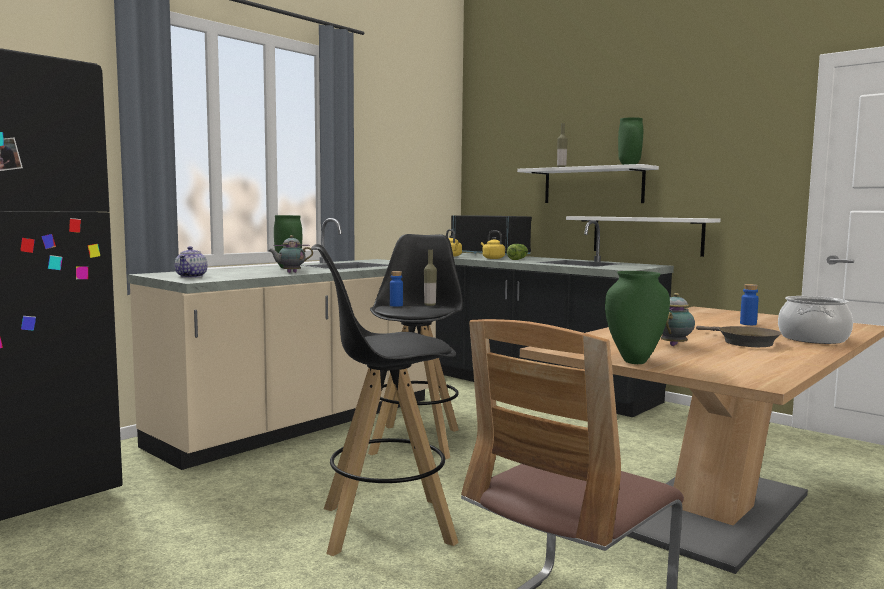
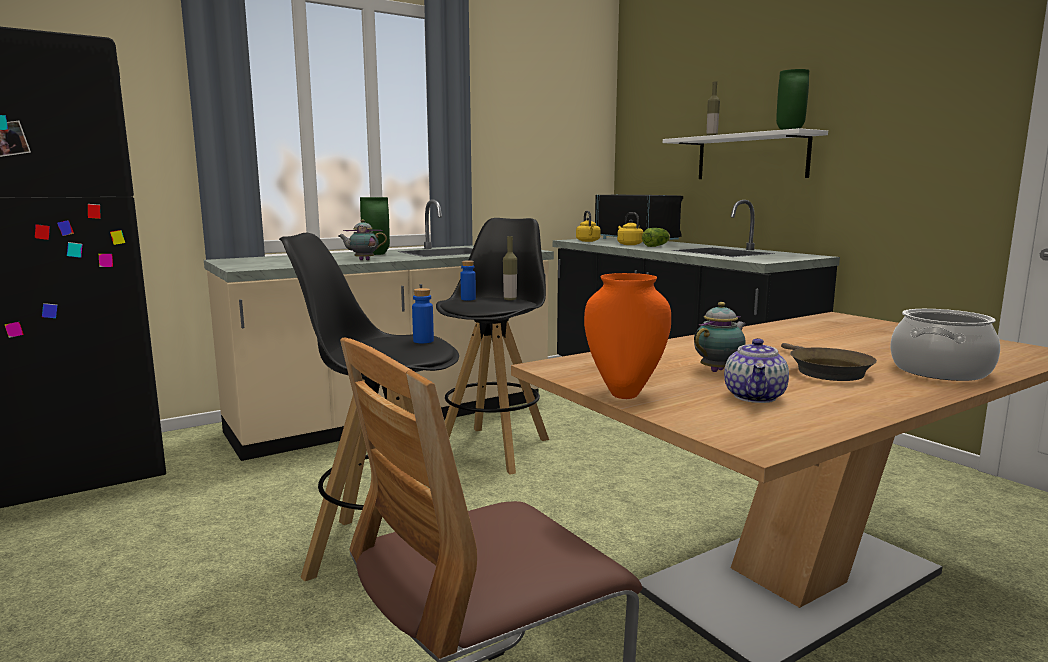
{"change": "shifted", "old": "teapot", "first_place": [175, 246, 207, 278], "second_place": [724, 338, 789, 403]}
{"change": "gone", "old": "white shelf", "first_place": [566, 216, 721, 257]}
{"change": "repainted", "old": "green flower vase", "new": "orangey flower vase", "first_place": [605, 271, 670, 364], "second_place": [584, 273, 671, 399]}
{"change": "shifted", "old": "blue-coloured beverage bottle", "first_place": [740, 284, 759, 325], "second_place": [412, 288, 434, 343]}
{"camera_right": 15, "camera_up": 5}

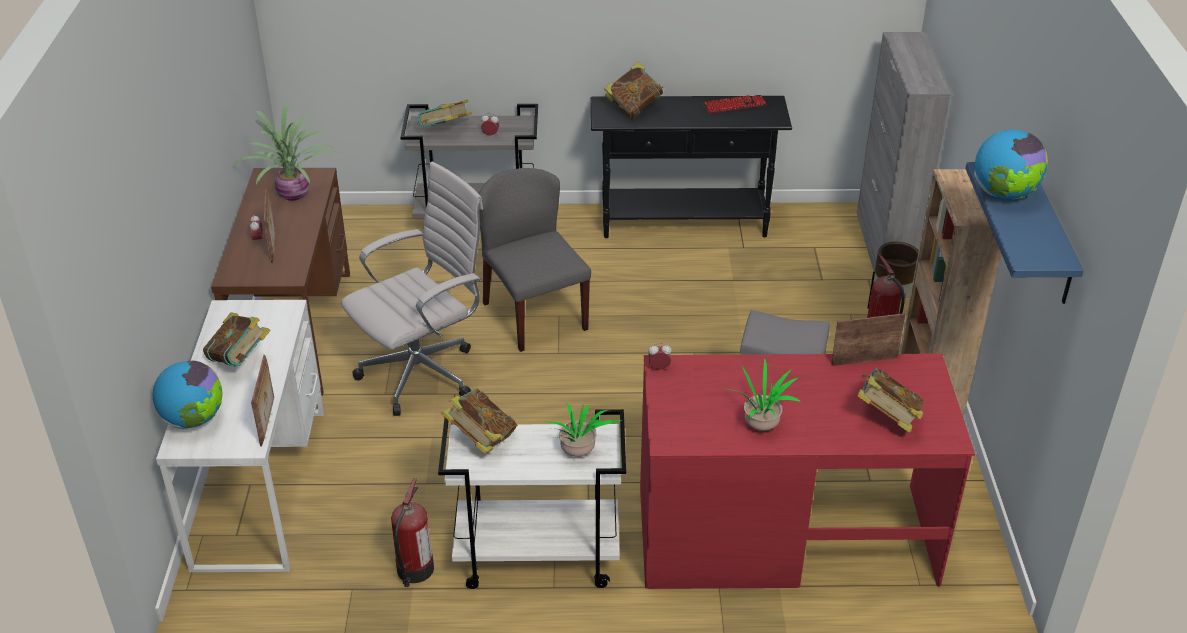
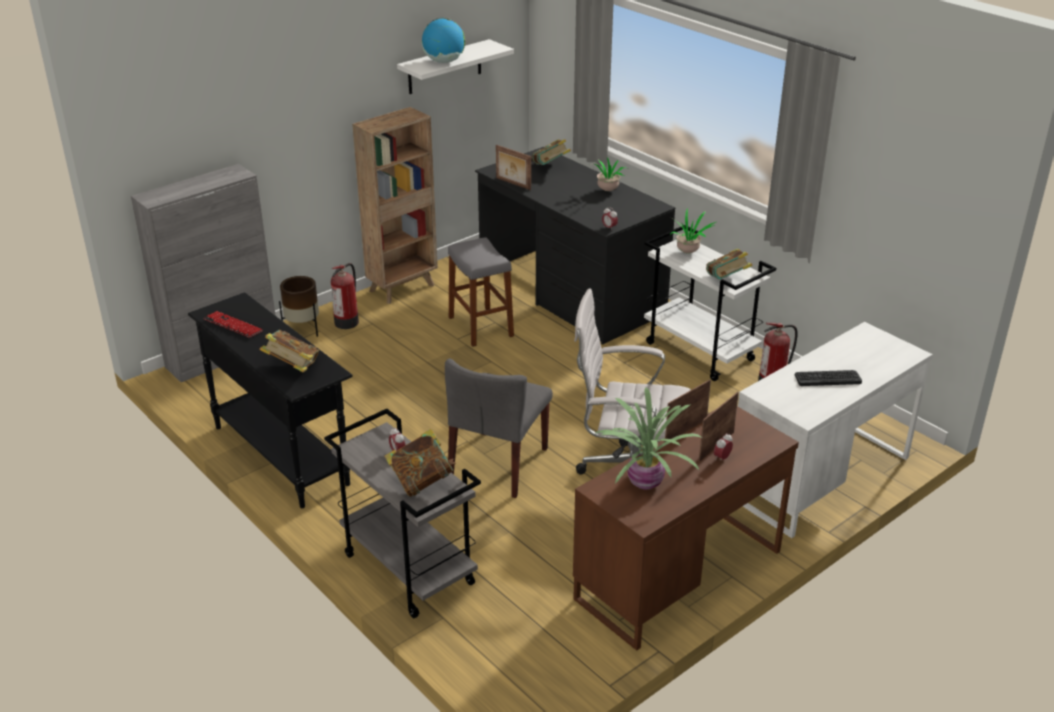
{"change": "gone", "old": "globe", "first_place": [153, 360, 223, 429]}
{"change": "swapped", "old": "volume", "new": "PC keyboard", "first_place": [203, 312, 271, 367], "second_place": [795, 370, 862, 386]}
{"change": "shifted", "old": "standing frame", "first_place": [251, 355, 274, 446], "second_place": [665, 380, 711, 442]}
{"change": "repainted", "old": "red desk table", "new": "blackish desk table", "first_place": [640, 353, 975, 589], "second_place": [475, 147, 675, 345]}
{"change": "repainted", "old": "blue-coloured shelf", "new": "white shelf", "first_place": [965, 162, 1084, 304], "second_place": [397, 39, 514, 94]}
{"camera_right": -130, "camera_up": -5}

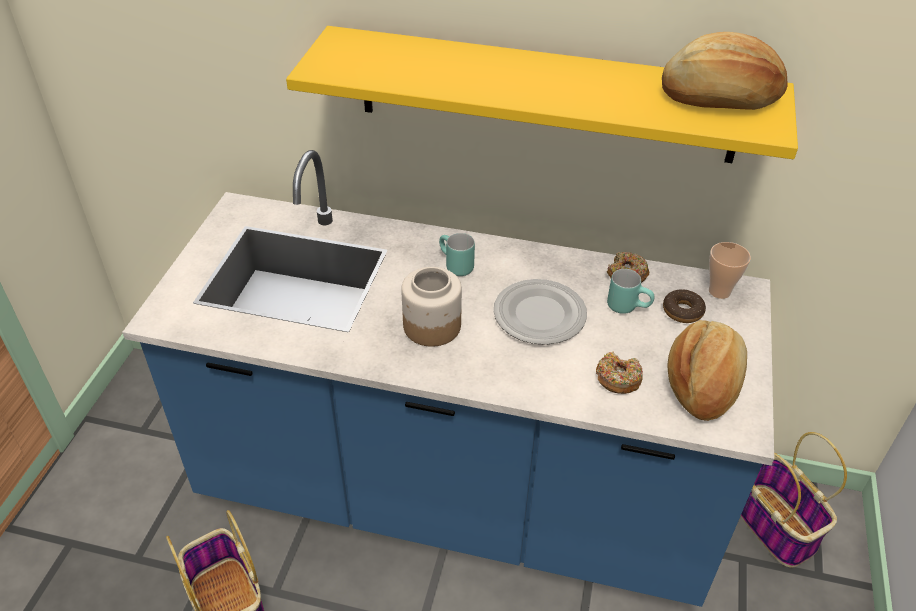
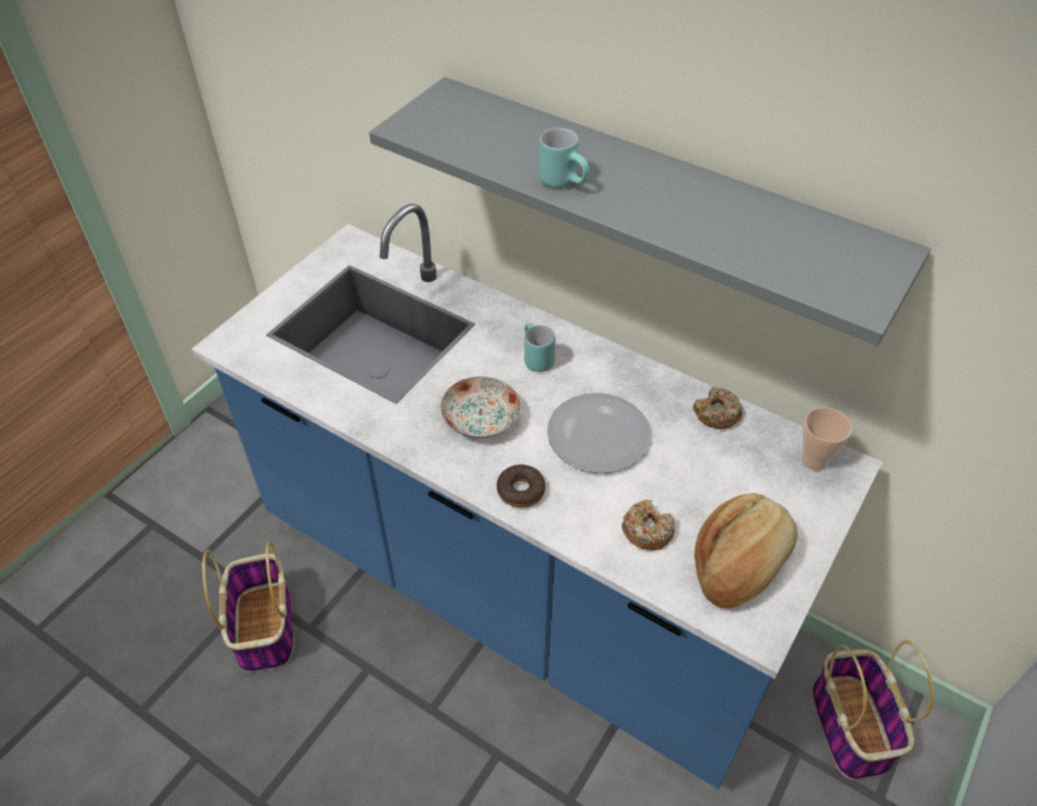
{"change": "repainted", "old": "yellow shelf", "new": "gray shelf", "first_place": [286, 26, 798, 163], "second_place": [369, 77, 931, 345]}
{"change": "swapped", "old": "preserve jar", "new": "flat dish", "first_place": [401, 267, 462, 347], "second_place": [440, 376, 521, 438]}
{"change": "shifted", "old": "turquoise-coloured tea mug", "first_place": [607, 269, 655, 314], "second_place": [539, 128, 589, 188]}
{"change": "gone", "old": "bread", "first_place": [662, 32, 788, 110]}
{"change": "shifted", "old": "ring doughnut", "first_place": [663, 289, 706, 323], "second_place": [497, 465, 545, 508]}
{"camera_right": 20, "camera_up": 5}

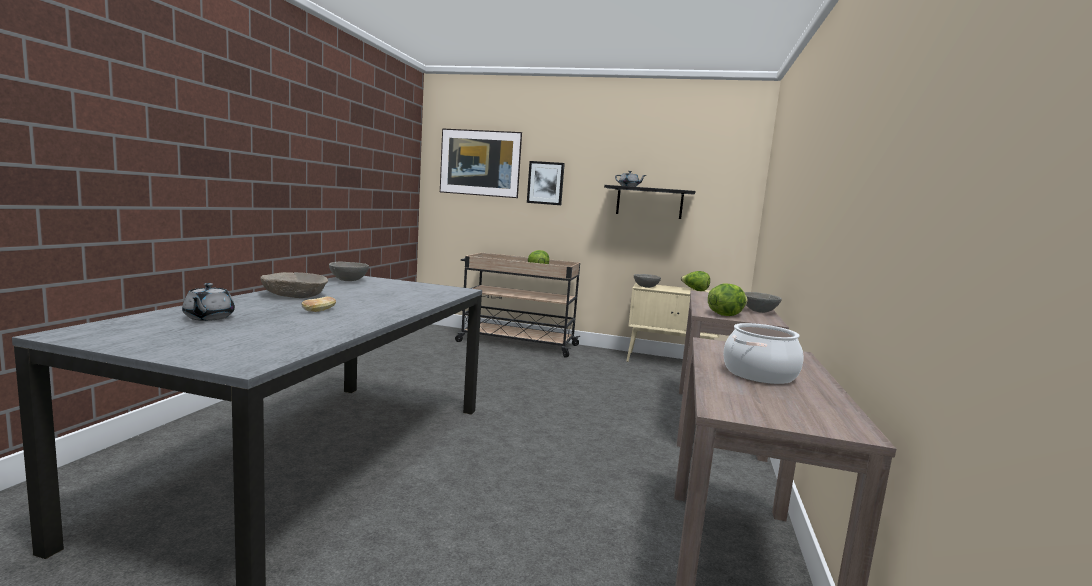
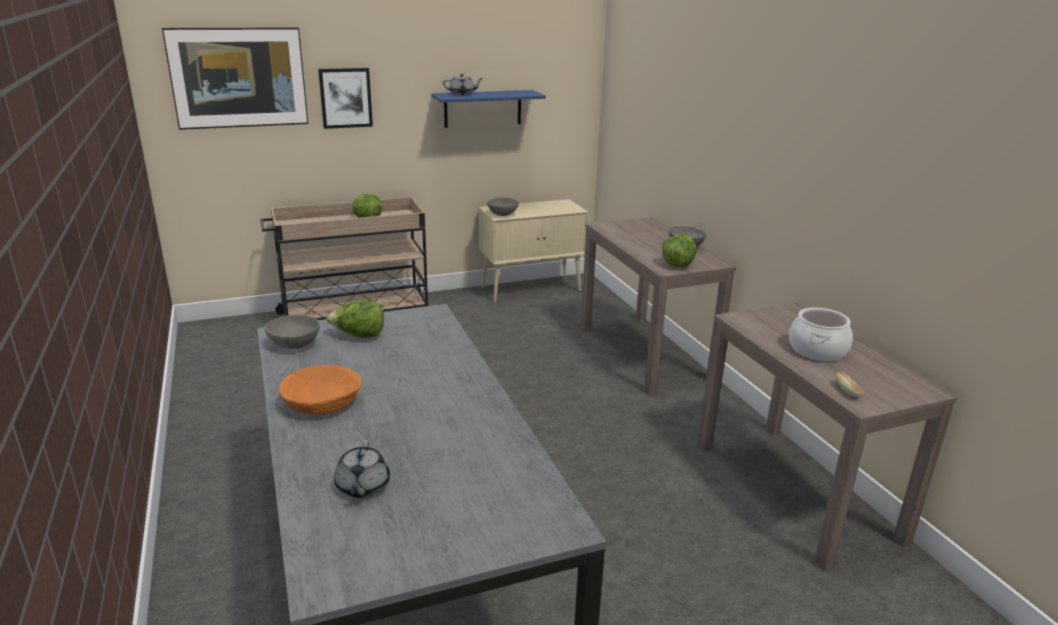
{"change": "rotated", "old": "gray teapot", "first_place": [182, 283, 235, 321], "second_place": [334, 440, 390, 498], "degrees": 45}
{"change": "repainted", "old": "sand-coloured deep dish", "new": "orangey deep dish", "first_place": [260, 272, 328, 298], "second_place": [279, 365, 362, 415]}
{"change": "shifted", "old": "bread", "first_place": [301, 297, 336, 312], "second_place": [835, 372, 863, 397]}
{"change": "repainted", "old": "blackish shelf", "new": "blue-coloured shelf", "first_place": [604, 185, 695, 219], "second_place": [431, 90, 546, 128]}
{"change": "shifted", "old": "head of lettuce", "first_place": [681, 271, 710, 291], "second_place": [326, 300, 384, 338]}
{"camera_right": -35, "camera_up": 15}

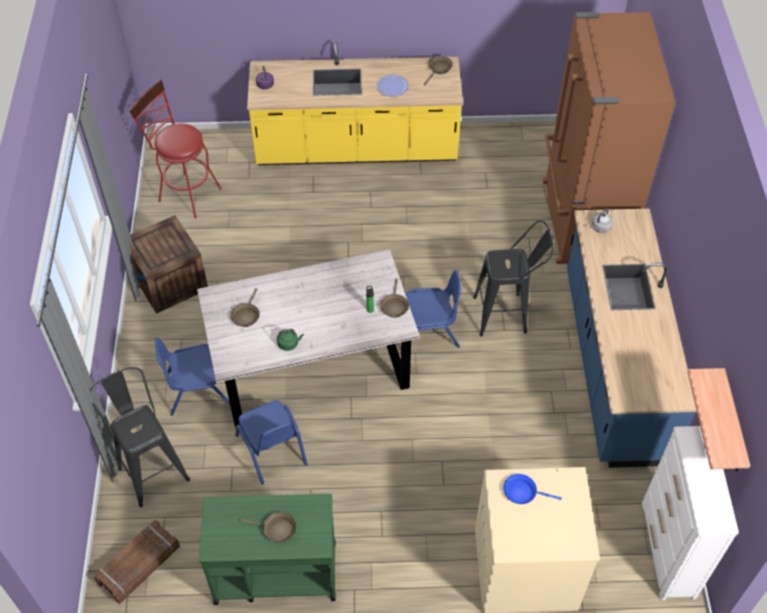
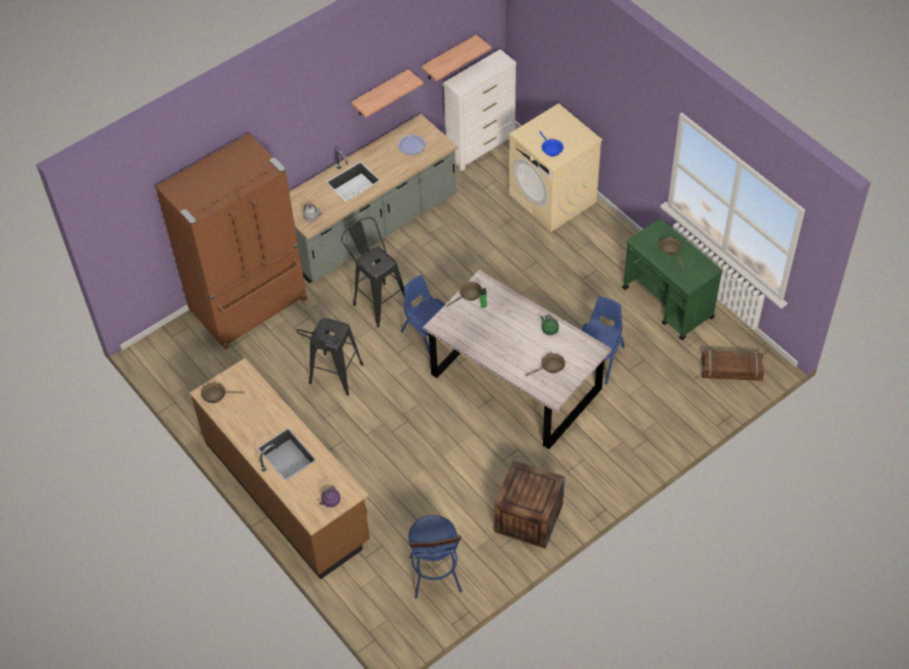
{"change": "shifted", "old": "blackish stool seat", "first_place": [89, 367, 190, 507], "second_place": [296, 317, 364, 395]}
{"change": "repainted", "old": "red stool seat", "new": "blue-coloured stool seat", "first_place": [129, 79, 222, 218], "second_place": [409, 515, 462, 598]}
{"change": "gone", "old": "blue-coloured chair", "first_place": [155, 337, 230, 416]}
{"change": "repainted", "old": "yellow counter", "new": "brownish counter", "first_place": [247, 42, 463, 165], "second_place": [190, 358, 370, 579]}
{"change": "shifted", "old": "flat dish", "first_place": [377, 75, 409, 97], "second_place": [398, 134, 426, 155]}
{"change": "repainted", "old": "blue-coloured counter", "new": "gray counter", "first_place": [567, 209, 697, 468], "second_place": [289, 114, 458, 283]}
{"change": "new", "new": "shelf", "second_place": [351, 69, 423, 118]}
{"camera_right": -125, "camera_up": 0}

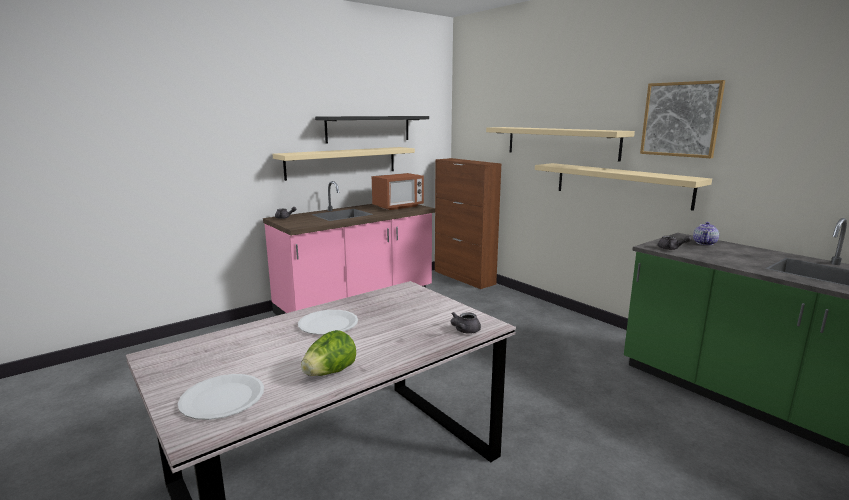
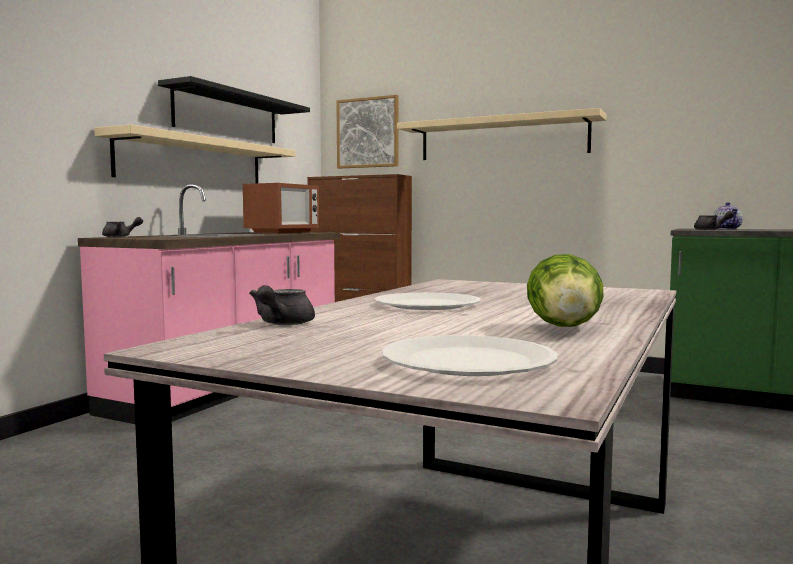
{"change": "shifted", "old": "gray teapot", "first_place": [451, 312, 481, 334], "second_place": [249, 285, 315, 325]}
{"change": "gone", "old": "sand-coloured shelf", "first_place": [535, 163, 712, 211]}
{"change": "shifted", "old": "wall picture", "first_place": [640, 80, 725, 158], "second_place": [336, 95, 398, 169]}
{"camera_right": -25, "camera_up": -10}

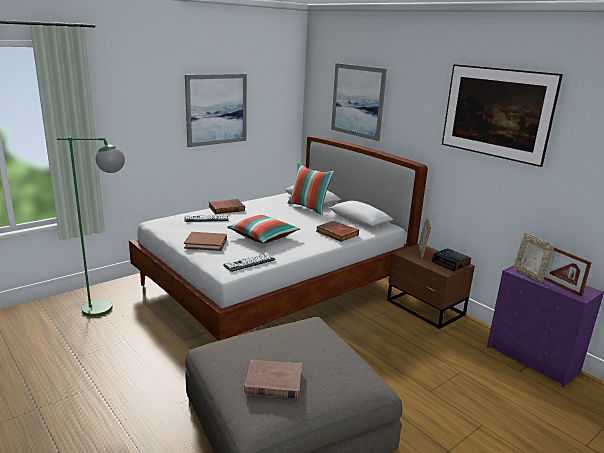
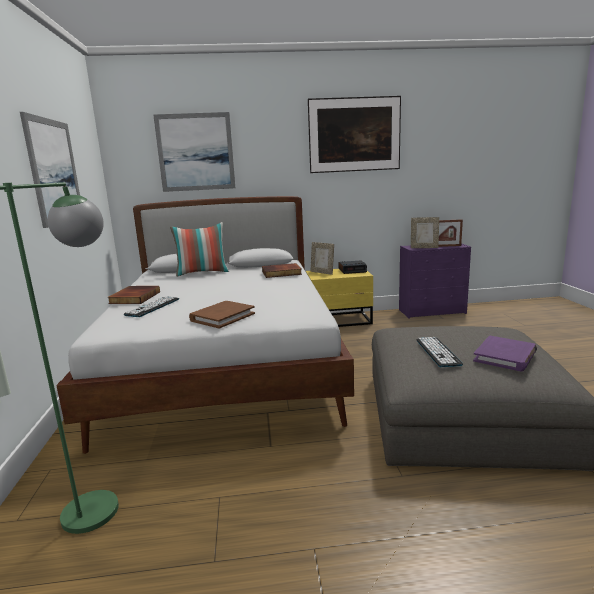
{"change": "shifted", "old": "PC keyboard", "first_place": [223, 253, 275, 272], "second_place": [416, 337, 463, 367]}
{"change": "gone", "old": "cushion", "first_place": [227, 215, 300, 243]}
{"change": "repainted", "old": "brownish volume", "new": "purple volume", "first_place": [244, 360, 302, 398], "second_place": [473, 336, 537, 371]}
{"change": "repainted", "old": "brownish bedside table", "new": "yellow bedside table", "first_place": [387, 244, 475, 329], "second_place": [306, 269, 373, 327]}
{"camera_right": -55, "camera_up": -5}

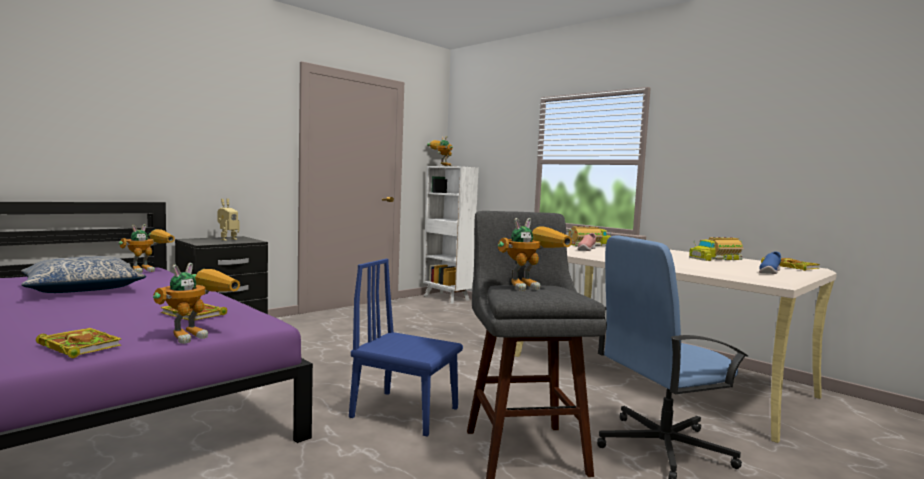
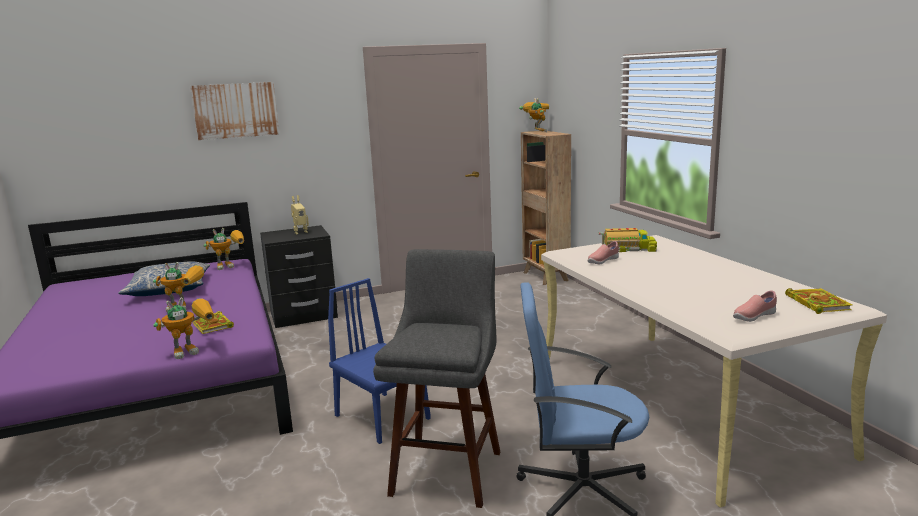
{"change": "gone", "old": "volume", "first_place": [36, 328, 122, 358]}
{"change": "repainted", "old": "white bookshelf", "new": "brownish bookshelf", "first_place": [423, 166, 479, 304], "second_place": [521, 131, 571, 285]}
{"change": "shifted", "old": "robot figure", "first_place": [498, 218, 572, 291], "second_place": [153, 262, 204, 312]}
{"change": "gone", "old": "toy lorry", "first_place": [689, 237, 744, 261]}
{"change": "repainted", "old": "blue-coloured item of footwear", "new": "pink item of footwear", "first_place": [759, 251, 781, 274], "second_place": [733, 290, 777, 322]}
{"change": "new", "new": "wall picture", "second_place": [190, 82, 279, 140]}
{"camera_right": 25, "camera_up": 10}

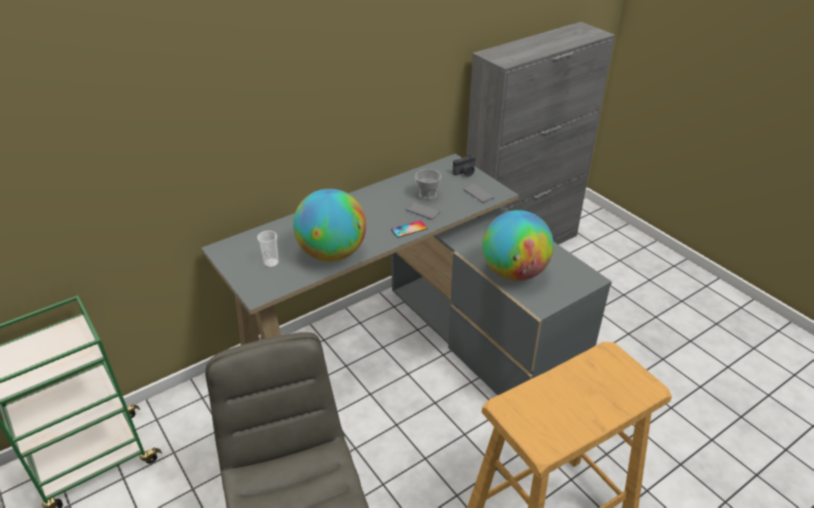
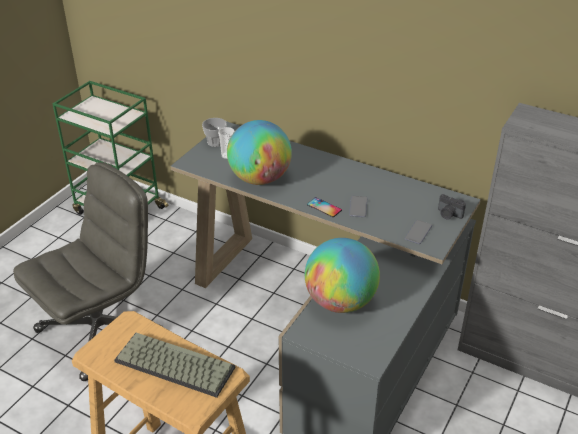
{"change": "shifted", "old": "small cup", "first_place": [415, 169, 441, 200], "second_place": [202, 118, 227, 147]}
{"change": "new", "new": "PC keyboard", "second_place": [114, 333, 235, 398]}
{"camera_right": 65, "camera_up": 0}

